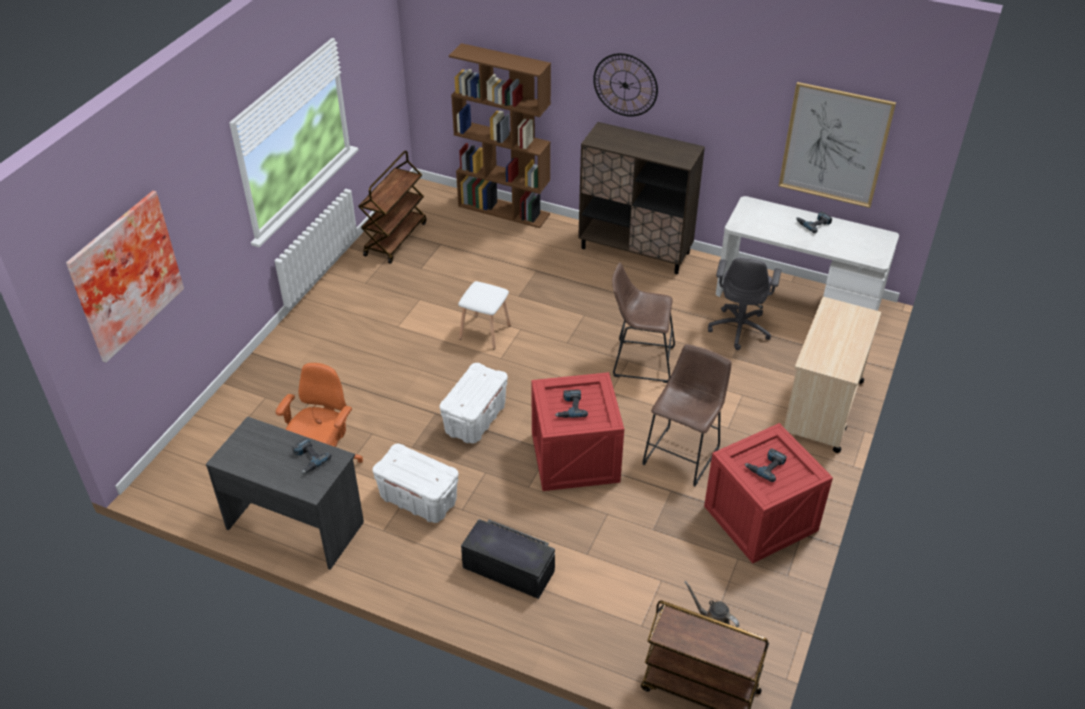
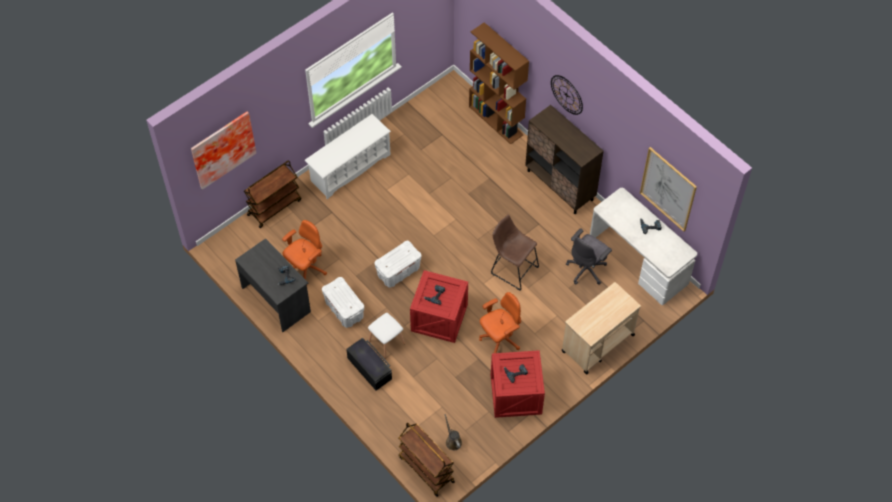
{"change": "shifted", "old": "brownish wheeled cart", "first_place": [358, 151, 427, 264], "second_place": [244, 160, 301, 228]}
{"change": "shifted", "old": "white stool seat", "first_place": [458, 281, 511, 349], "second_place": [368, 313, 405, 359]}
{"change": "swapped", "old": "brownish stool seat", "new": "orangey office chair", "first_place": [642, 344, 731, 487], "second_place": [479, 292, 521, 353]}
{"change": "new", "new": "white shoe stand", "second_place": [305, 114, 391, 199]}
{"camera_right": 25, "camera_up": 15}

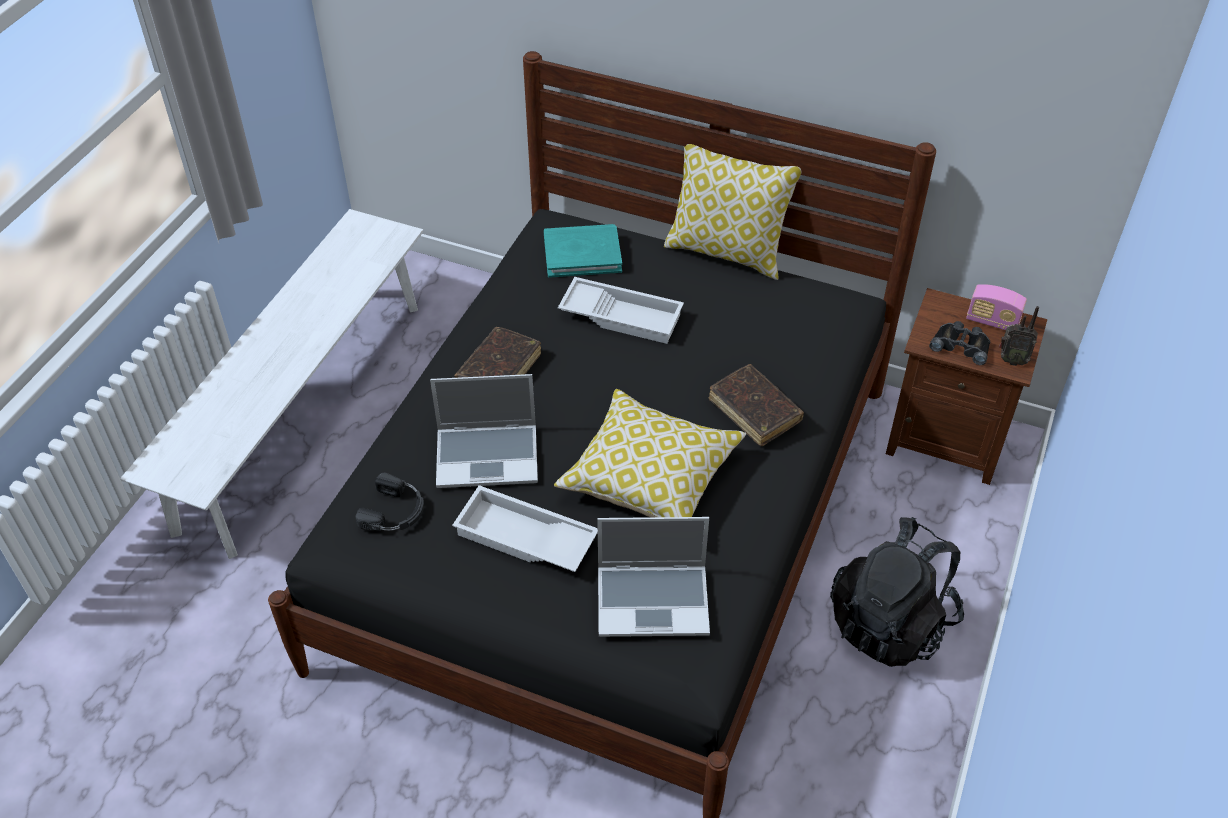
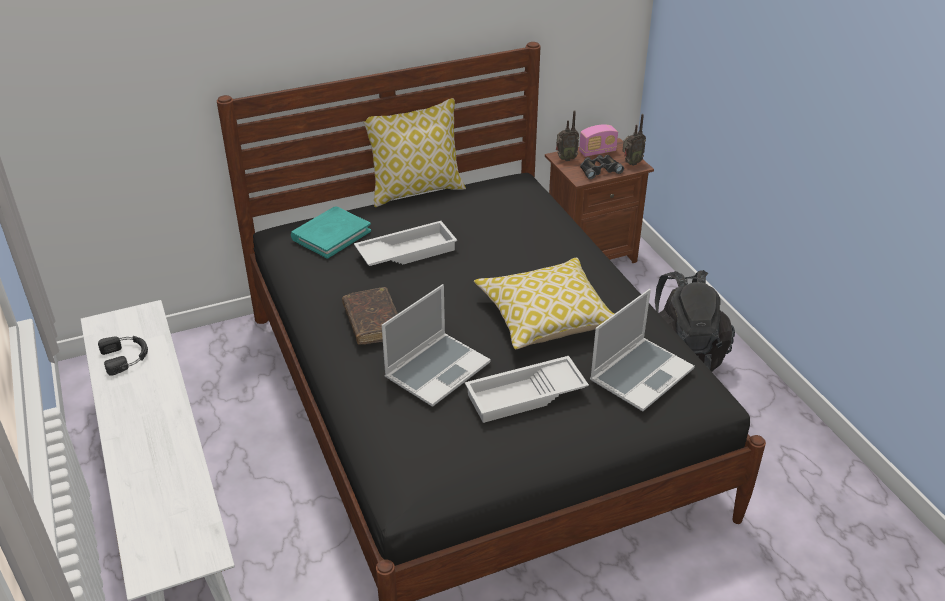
{"change": "shifted", "old": "blackish headphones", "first_place": [356, 473, 424, 531], "second_place": [98, 336, 148, 376]}
{"change": "gone", "old": "brownish volume", "first_place": [708, 364, 804, 446]}
{"change": "new", "new": "radio set", "second_place": [556, 110, 579, 161]}
{"camera_right": -45, "camera_up": -10}

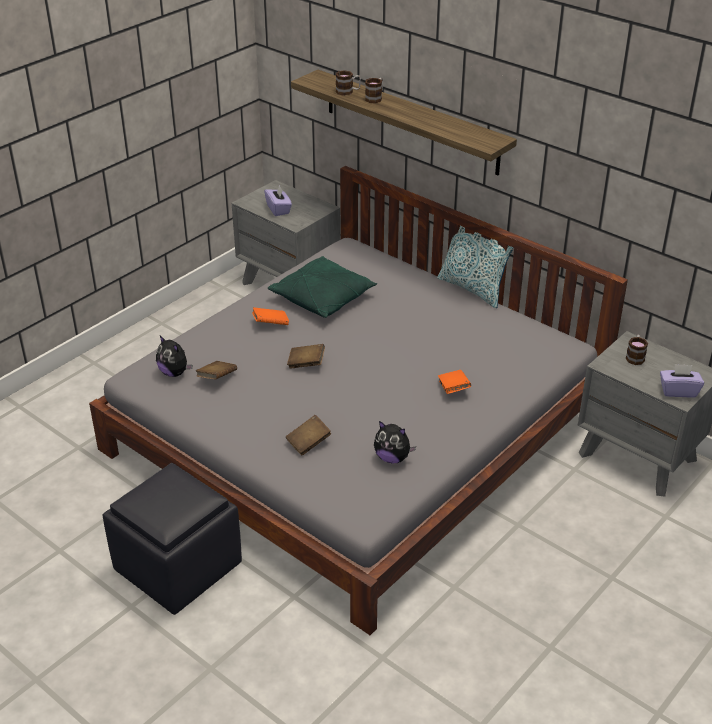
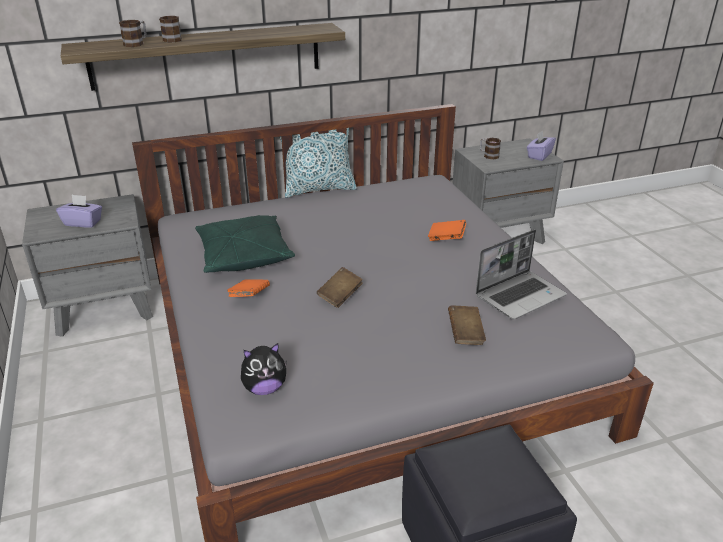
{"change": "gone", "old": "brownish volume", "first_place": [196, 361, 237, 379]}
{"change": "swapped", "old": "plush toy", "new": "portable computer", "first_place": [374, 421, 416, 463], "second_place": [476, 229, 567, 319]}
{"camera_right": -60, "camera_up": -5}

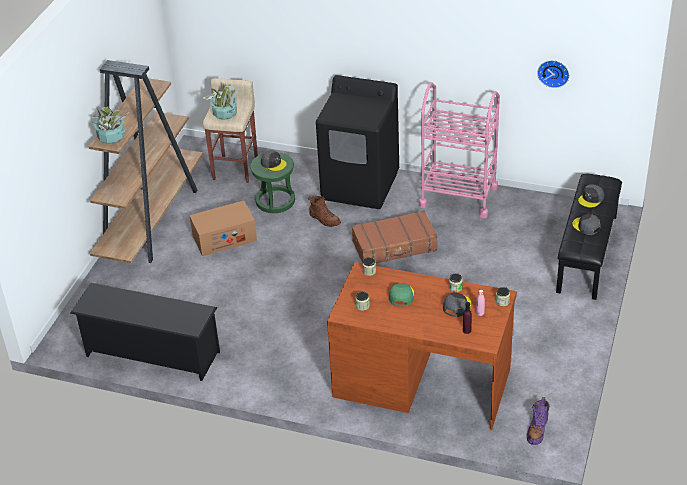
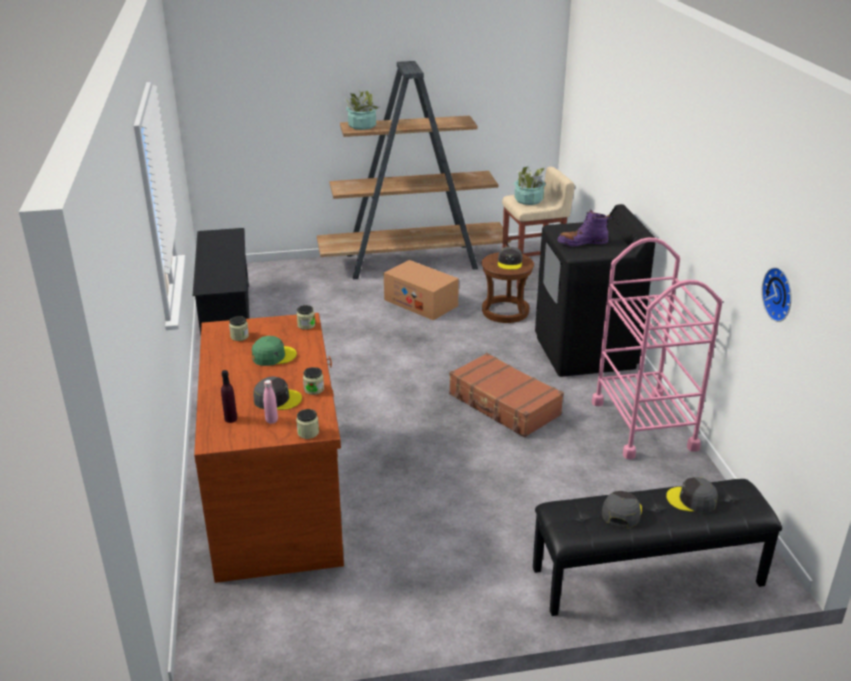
{"change": "repainted", "old": "green stool seat", "new": "brownish stool seat", "first_place": [250, 152, 295, 213], "second_place": [482, 252, 534, 323]}
{"change": "gone", "old": "brownish high-top boot", "first_place": [308, 196, 341, 227]}
{"change": "shifted", "old": "purple high-top boot", "first_place": [527, 397, 549, 445], "second_place": [557, 209, 612, 246]}
{"camera_right": 60, "camera_up": -10}

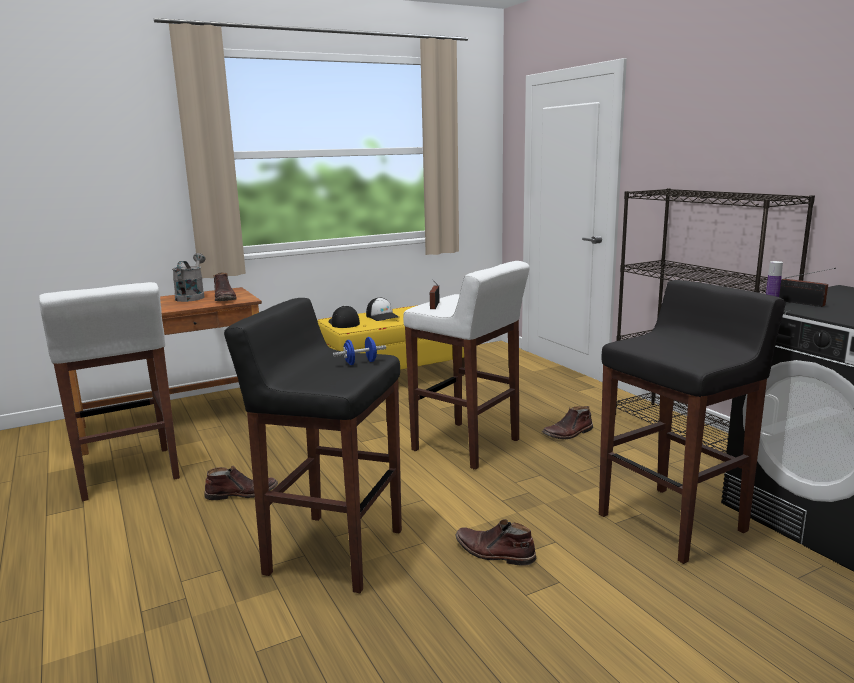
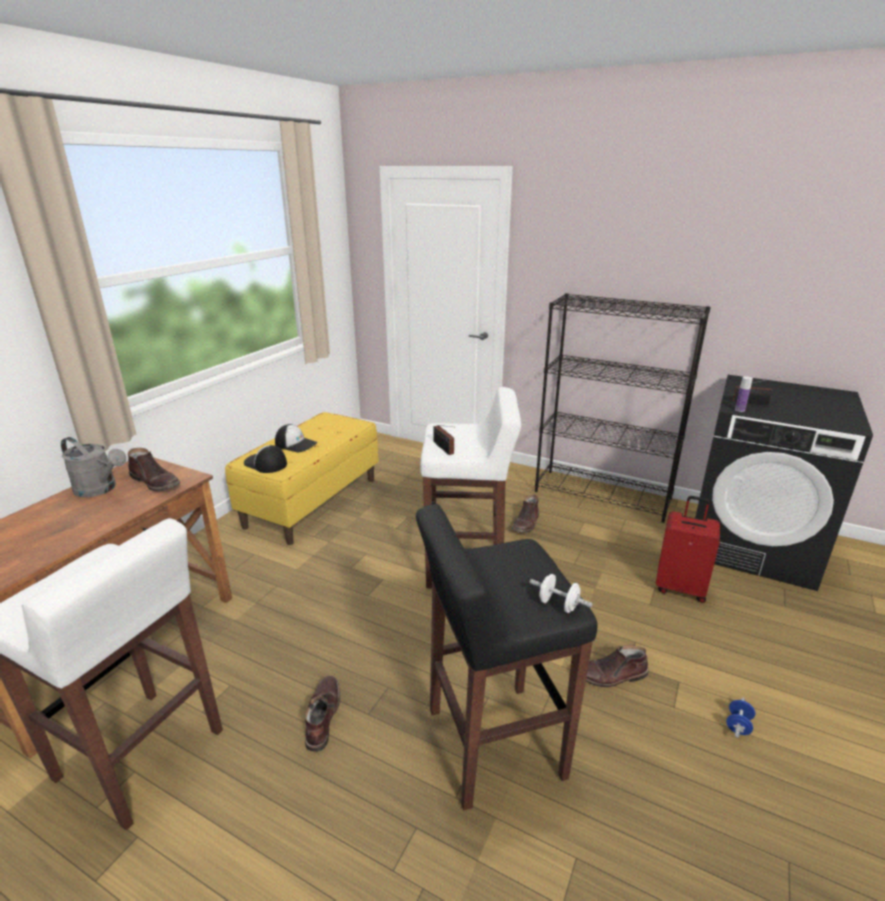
{"change": "rotated", "old": "gray sprinkling can", "first_place": [172, 253, 205, 302], "second_place": [61, 437, 126, 497], "degrees": 150}
{"change": "rotated", "old": "brownish high-top boot", "first_place": [204, 466, 278, 500], "second_place": [305, 676, 340, 752], "degrees": -45}
{"change": "shifted", "old": "blue-coloured free weight", "first_place": [333, 337, 386, 365], "second_place": [726, 698, 755, 738]}
{"change": "swapped", "old": "blackish stool seat", "new": "red travel case", "first_place": [599, 280, 786, 564], "second_place": [656, 496, 720, 603]}
{"change": "new", "new": "white free weight", "second_place": [530, 574, 592, 613]}
{"camera_right": -35, "camera_up": 10}

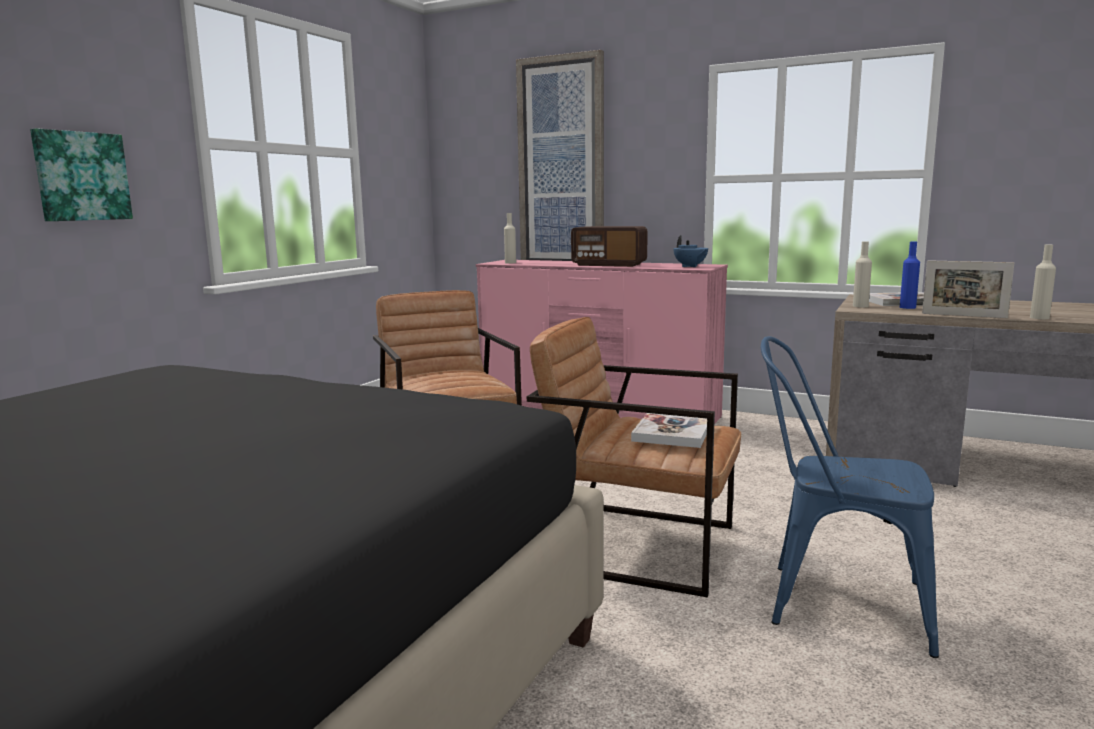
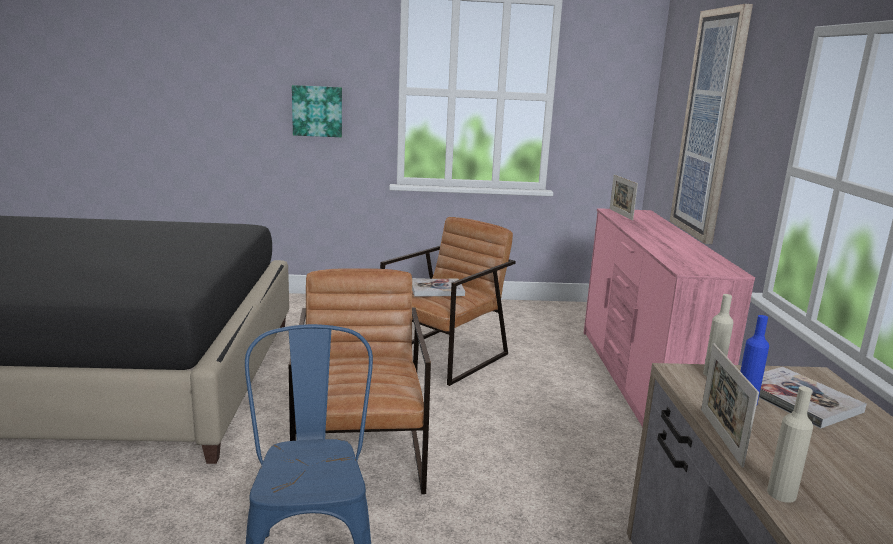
{"change": "swapped", "old": "sand-coloured beverage bottle", "new": "standing frame", "first_place": [504, 213, 516, 264], "second_place": [610, 174, 638, 220]}
{"change": "gone", "old": "radio set", "first_place": [571, 226, 648, 267]}
{"change": "shifted", "old": "volume", "first_place": [631, 413, 707, 448], "second_place": [412, 279, 465, 297]}
{"change": "gone", "old": "blue-coloured teapot", "first_place": [673, 235, 708, 267]}
{"camera_right": 60, "camera_up": 5}

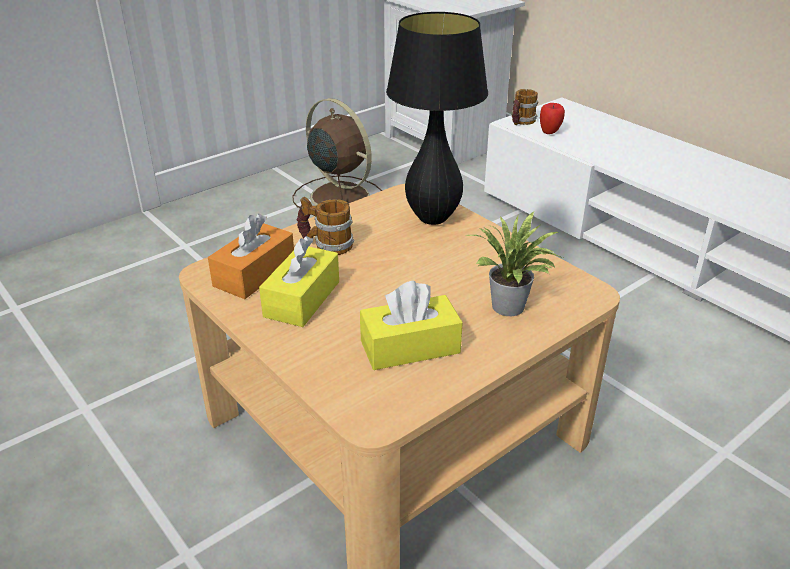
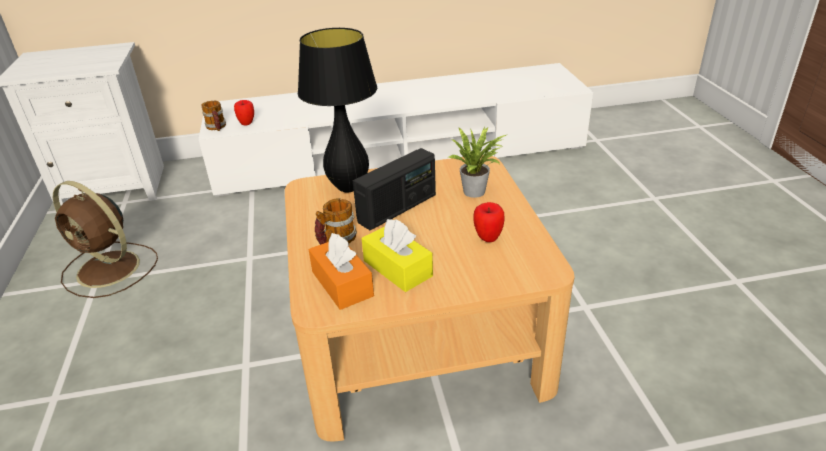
{"change": "rotated", "old": "brownish cooling fan", "first_place": [293, 98, 382, 208], "second_place": [53, 181, 158, 298], "degrees": -135}
{"change": "swapped", "old": "yellow box of tissues", "new": "apple", "first_place": [360, 280, 463, 370], "second_place": [474, 202, 504, 242]}
{"change": "new", "new": "radio set", "second_place": [353, 148, 436, 230]}
{"camera_right": -60, "camera_up": 0}

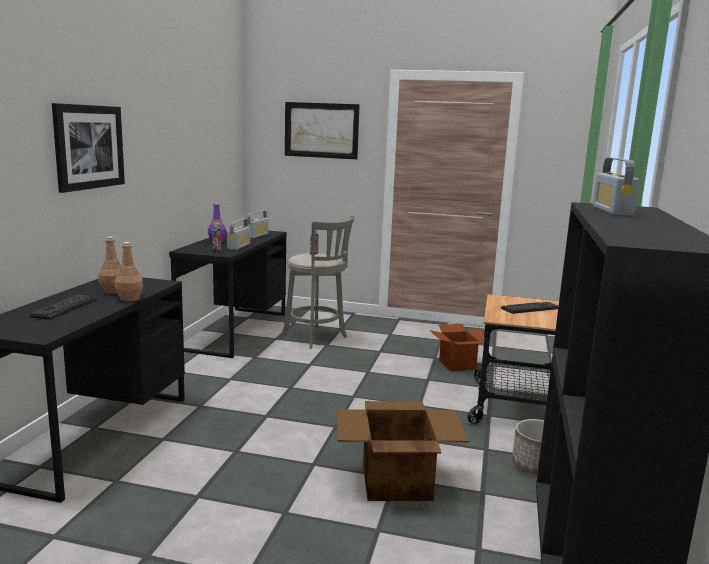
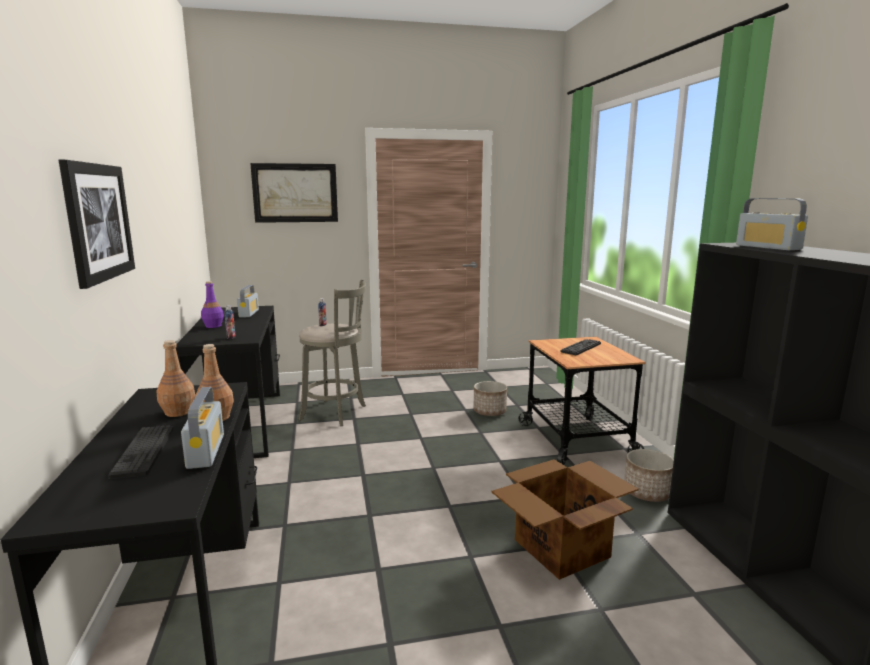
{"change": "shifted", "old": "radio set", "first_place": [227, 219, 250, 250], "second_place": [181, 387, 224, 469]}
{"change": "swapped", "old": "cardboard box", "new": "flower pot", "first_place": [429, 324, 492, 371], "second_place": [474, 381, 507, 416]}
{"camera_right": -25, "camera_up": 0}

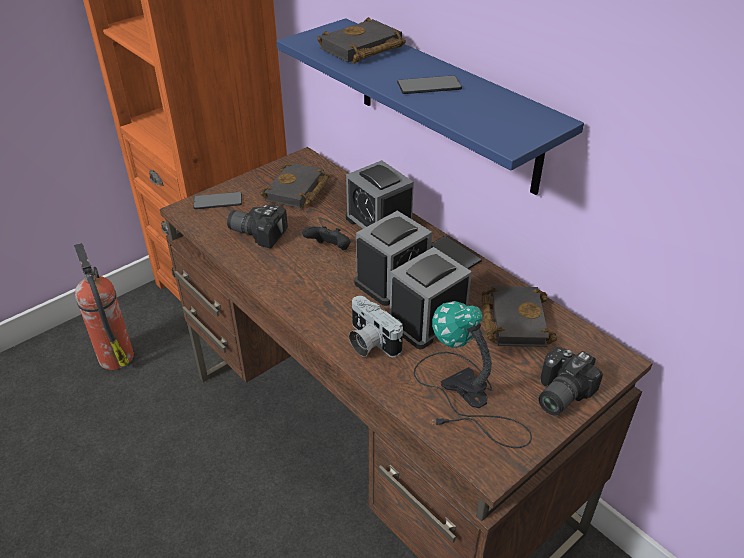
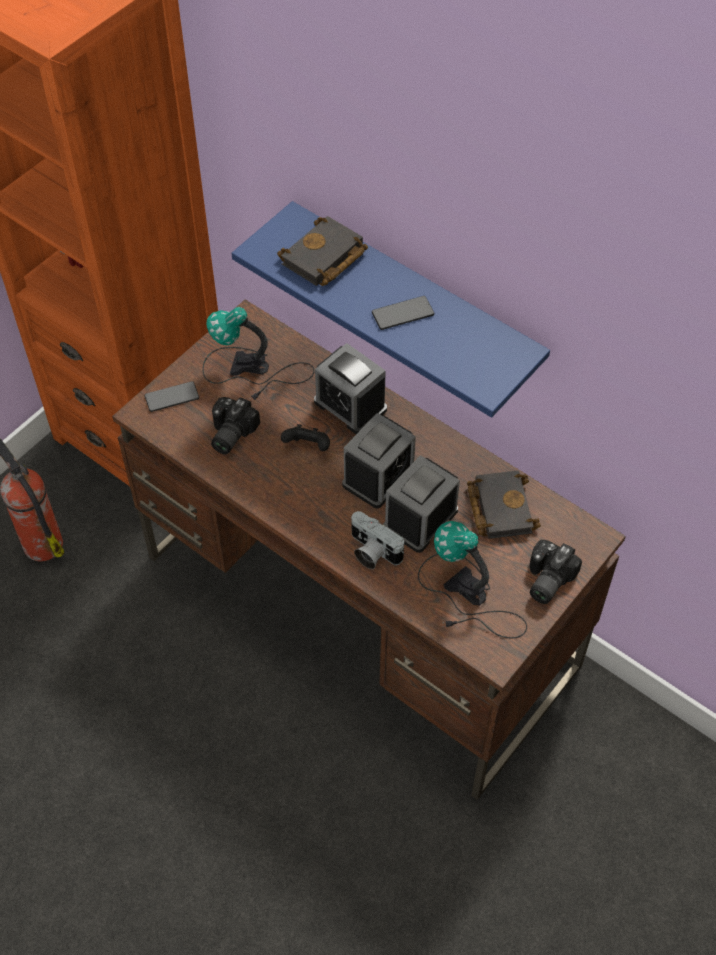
{"change": "rotated", "old": "still camera", "first_place": [227, 205, 288, 249], "second_place": [211, 397, 260, 454], "degrees": -75}
{"change": "swapped", "old": "blackish volume", "new": "table lamp", "first_place": [260, 163, 330, 208], "second_place": [202, 307, 315, 402]}
{"change": "gone", "old": "telephone", "first_place": [431, 236, 482, 269]}
{"camera_right": -10, "camera_up": 15}

